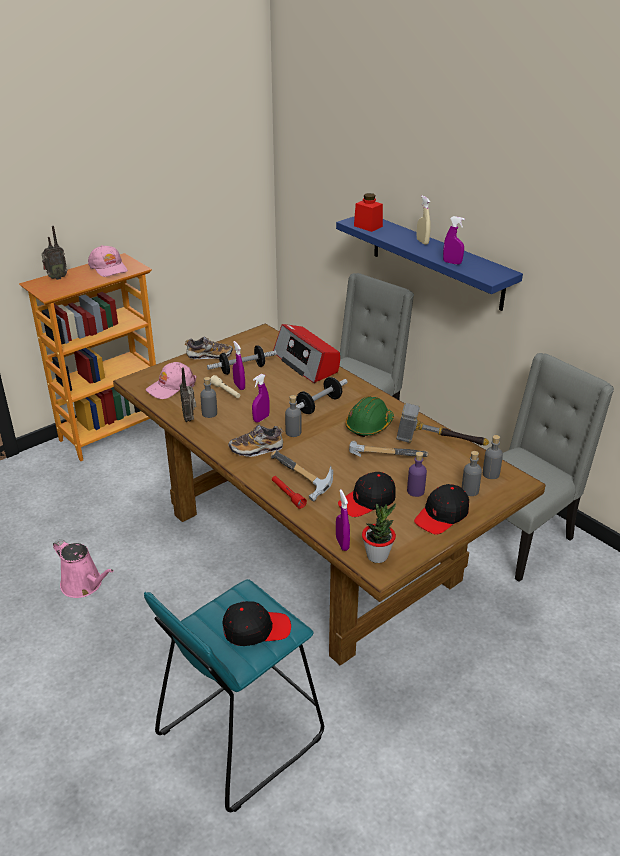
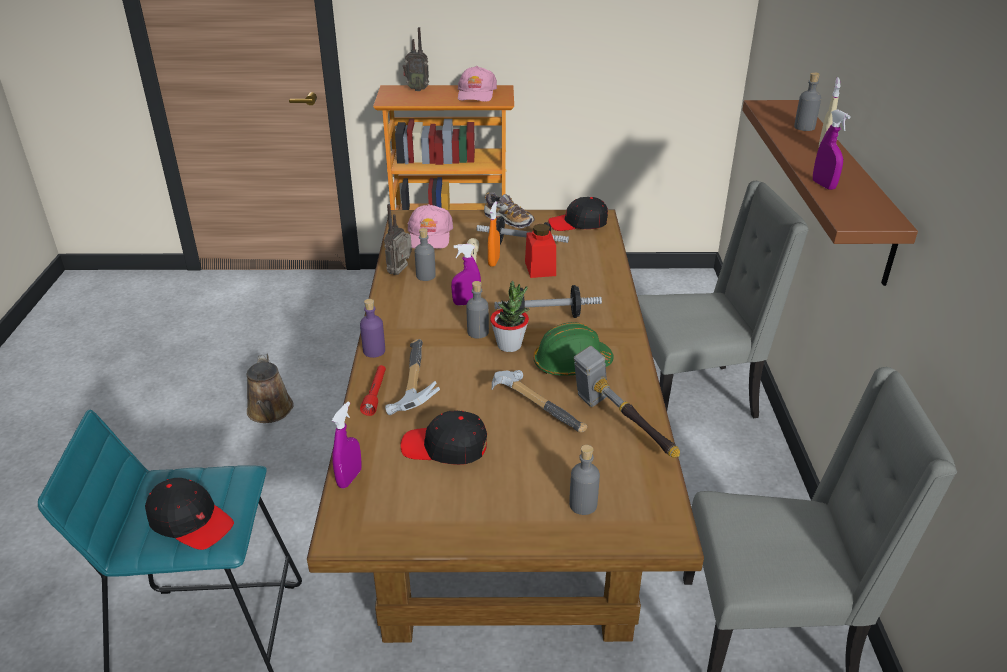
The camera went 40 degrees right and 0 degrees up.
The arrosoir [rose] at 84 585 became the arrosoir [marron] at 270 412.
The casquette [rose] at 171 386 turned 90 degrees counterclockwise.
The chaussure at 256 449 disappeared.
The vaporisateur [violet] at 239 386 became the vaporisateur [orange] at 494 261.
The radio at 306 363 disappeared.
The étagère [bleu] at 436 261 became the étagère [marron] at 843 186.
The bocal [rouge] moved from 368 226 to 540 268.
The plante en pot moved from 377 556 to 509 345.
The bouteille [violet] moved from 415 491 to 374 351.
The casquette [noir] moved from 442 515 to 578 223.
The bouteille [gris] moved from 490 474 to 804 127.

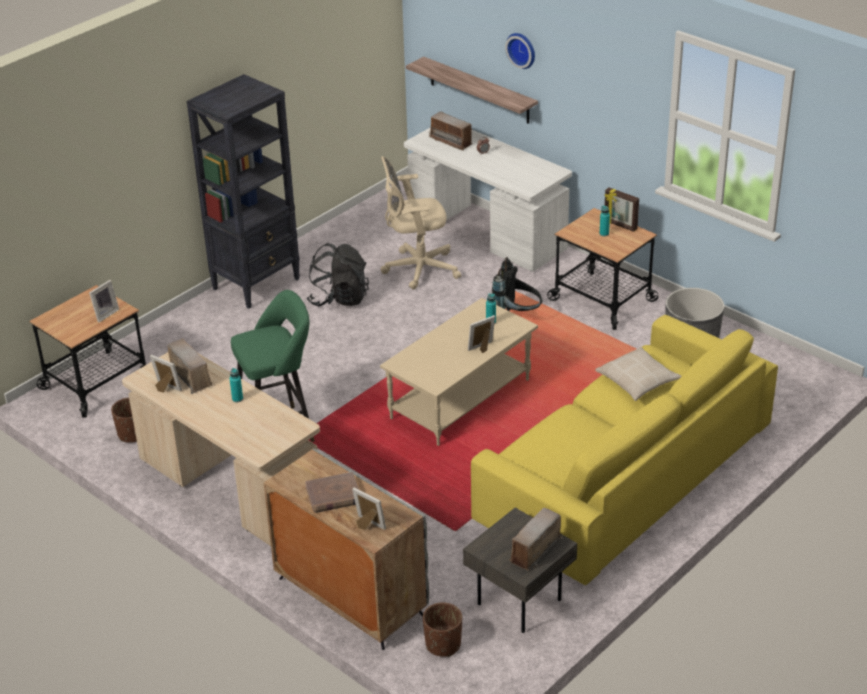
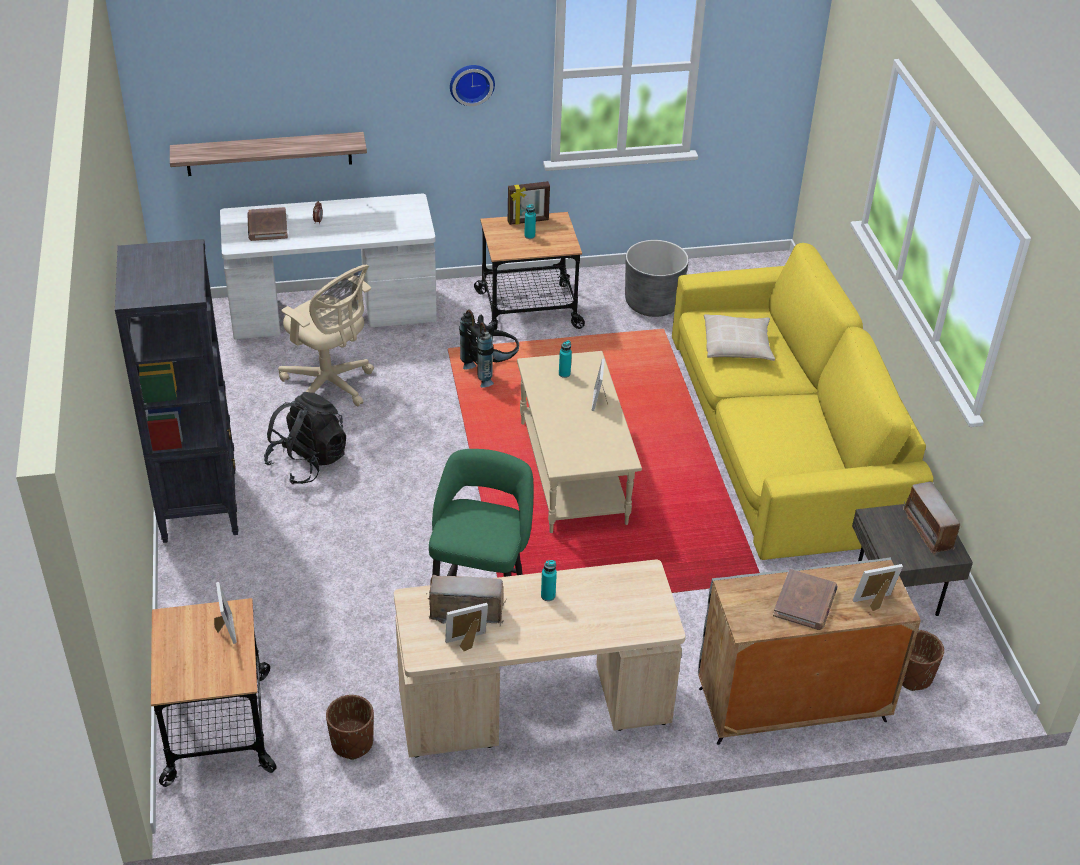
The camera went 55 degrees left and 5 degrees up.
The chaise de bureau [beige] at 417 269 turned 75 degrees counterclockwise.
The radio at 451 141 was replaced by the livre [marron] at 267 227.
The horloge murale moved from 522 49 to 471 83.

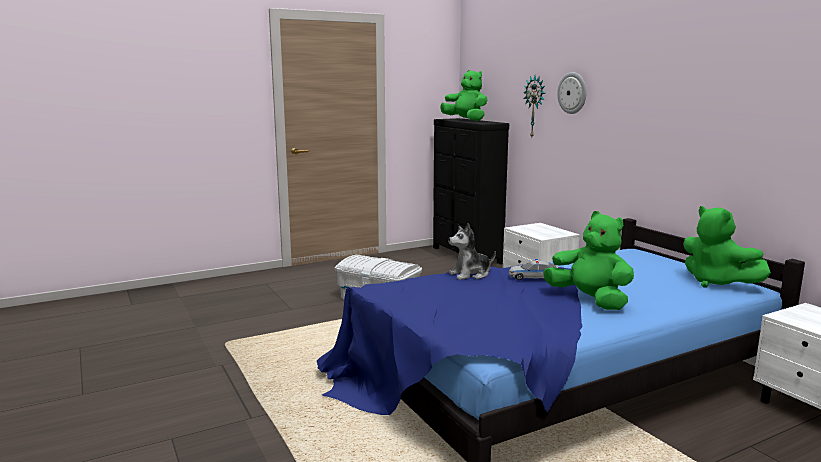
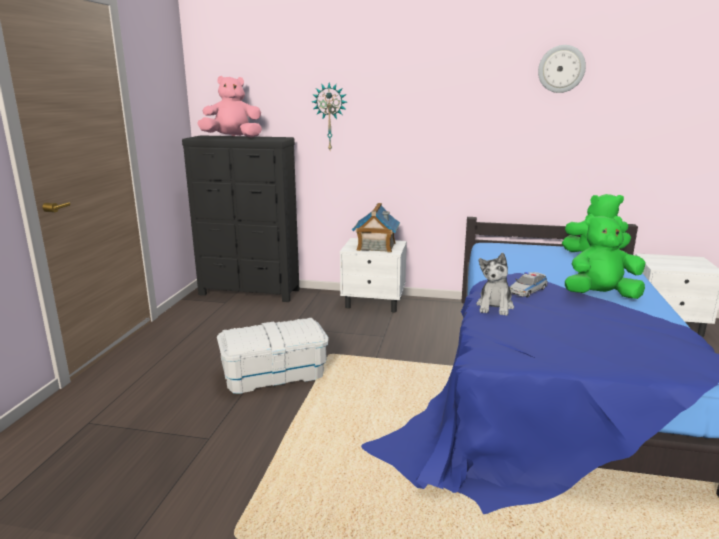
The camera went 50 degrees left and 5 degrees up.
The peluche [vert] at 466 120 became the peluche [rose] at 233 137.
The horloge murale moved from 572 93 to 561 69.
The maison miniature at 376 246 appeared.

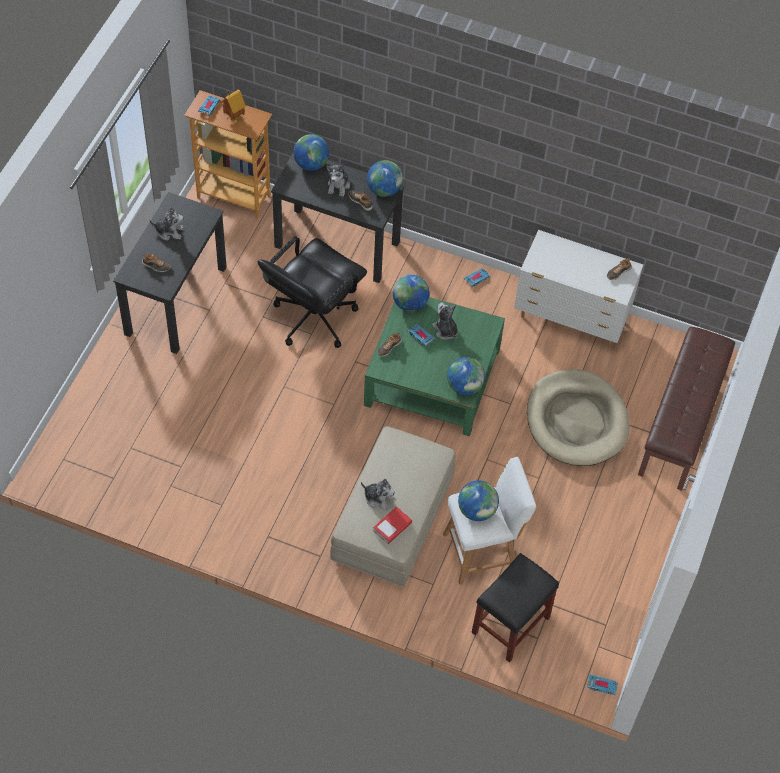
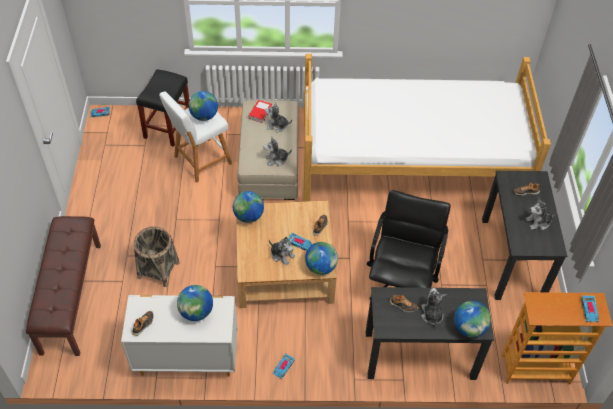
The camera went 160 degrees right and 5 degrees down.
The maison miniature at 233 117 disappeared.
The table basse [vert] at 432 377 became the table basse [beige] at 284 266.
The globe moved from 384 190 to 196 312.
The panier pour chien [beige] at 576 420 was replaced by the panier at 158 270.
The peluche at 277 159 appeared.
The lit at 411 164 appeared.

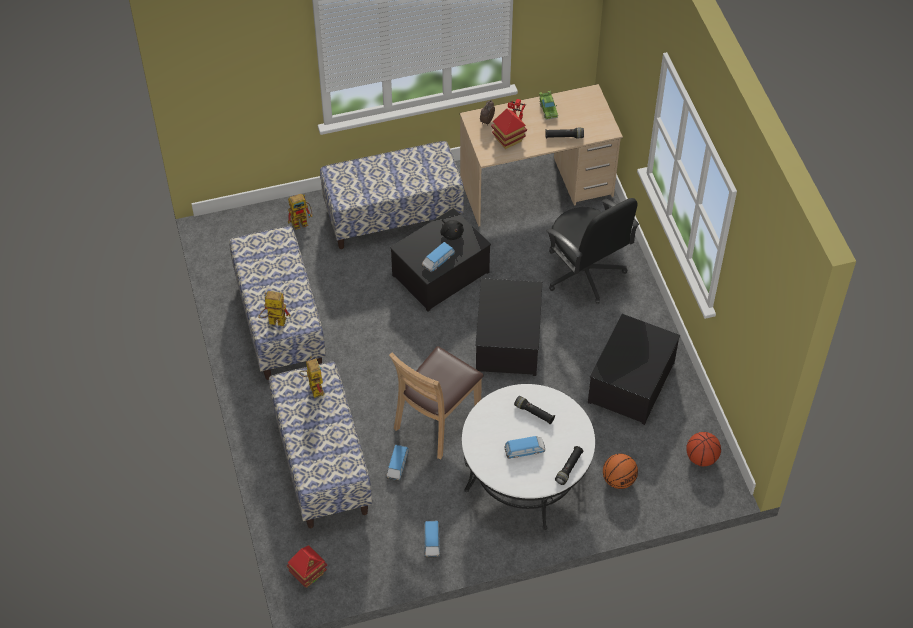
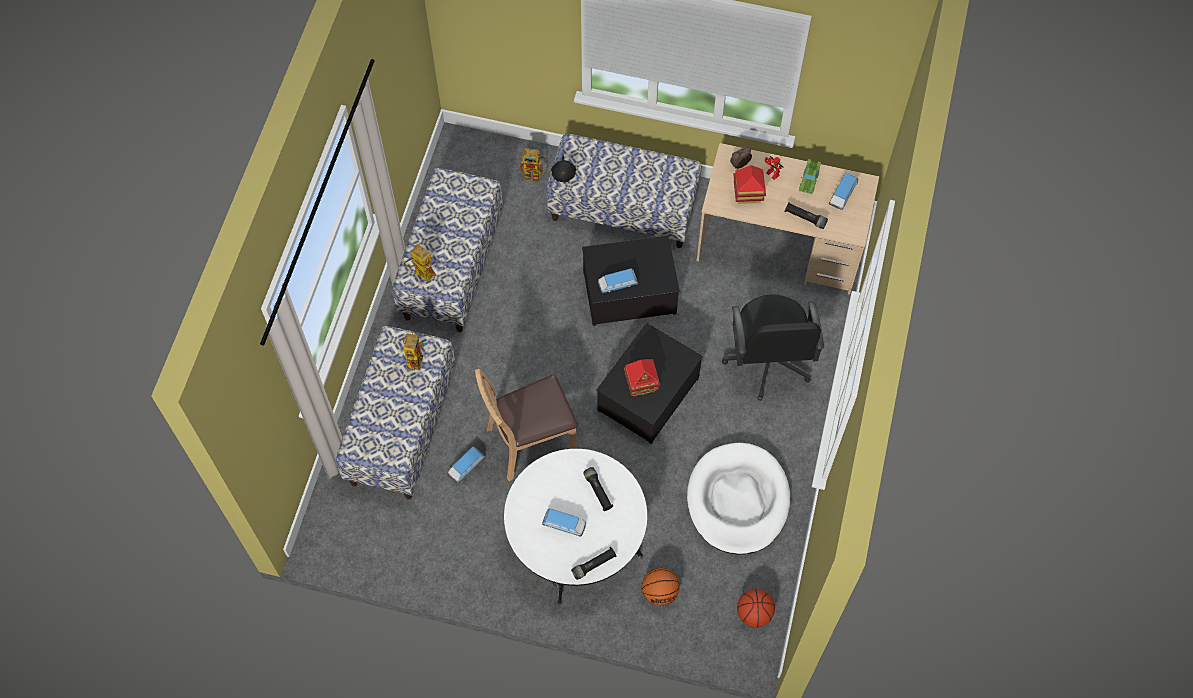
The camera went 30 degrees right and 10 degrees up.
The maison miniature moved from 308 574 to 641 385.
The petite voiture moved from 432 542 to 842 195.
The peluche [noir] moved from 451 233 to 563 174.
The boîte de rangement at 632 383 was replaced by the panier pour chien [blanc] at 737 500.

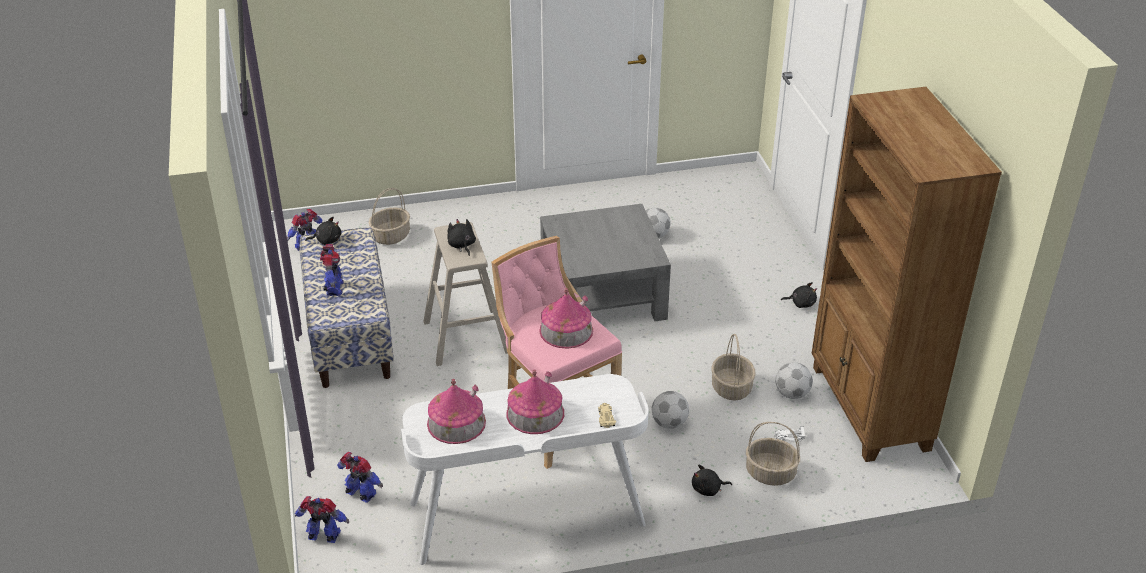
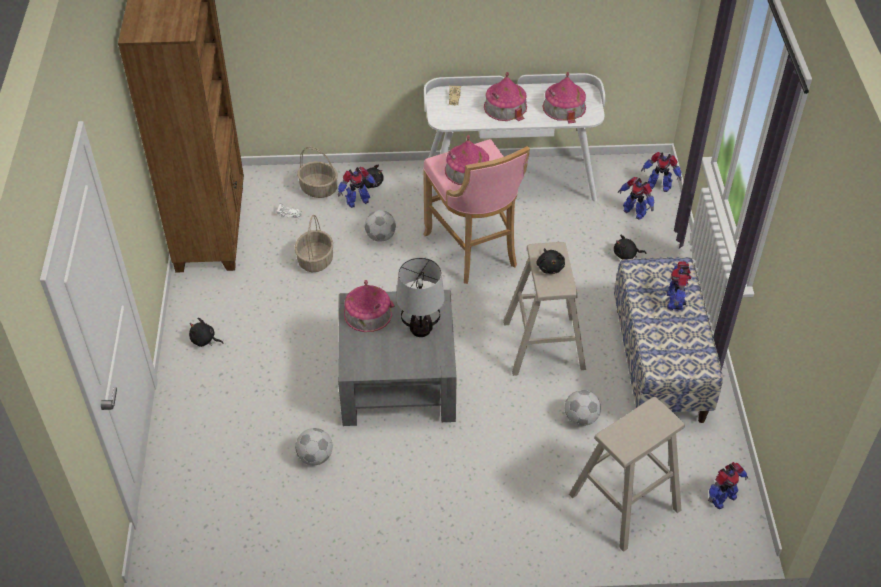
The camera went 170 degrees left and 10 degrees up.
The peluche [noir] moved from 327 240 to 626 255.
The panier at 391 236 was replaced by the tabouret [beige] at 624 502.
The ballon de foot moved from 791 394 to 581 418.
The robot jouet at 357 201 appeared.
The maison miniature at 368 313 appeared.
The lampe de table at 421 330 appeared.

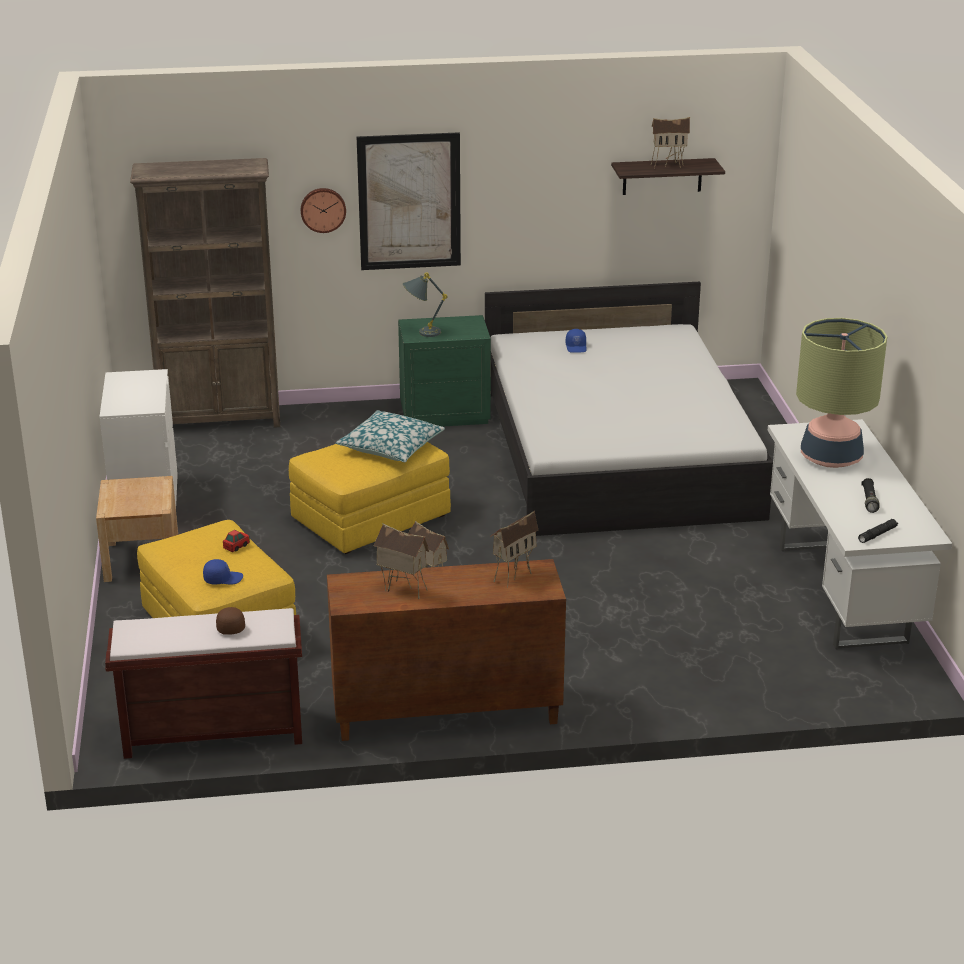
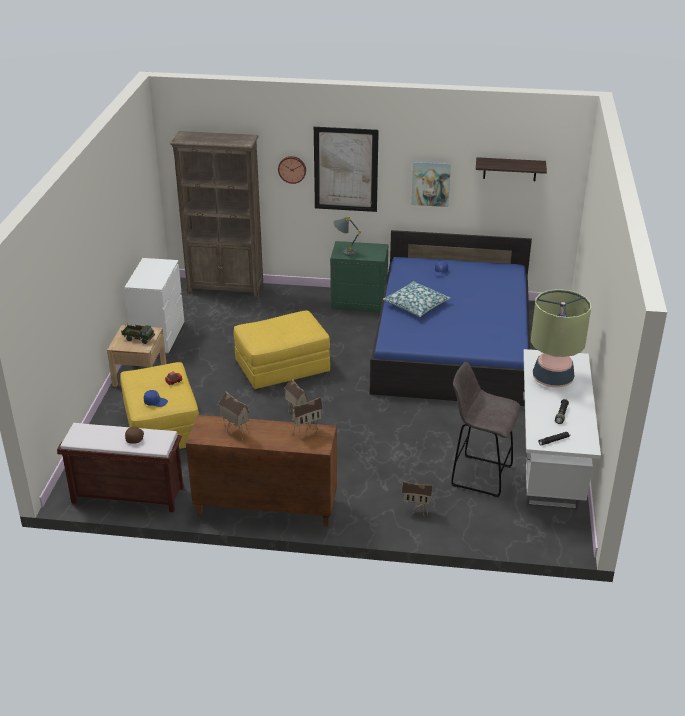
The camera went 15 degrees right and 5 degrees up.
The coussin moved from 391 447 to 416 305.
The lit [blanc] at 616 453 became the lit [bleu] at 452 344.
The maison miniature moved from 668 165 to 416 511.
The camion jouet at 138 339 appeared.
The tableau at 431 183 appeared.
The tabouret [gris] at 479 475 appeared.

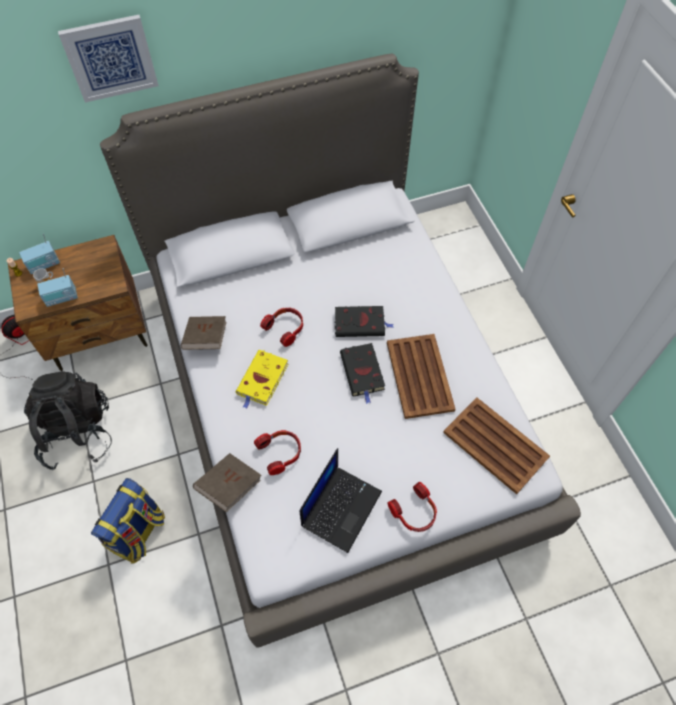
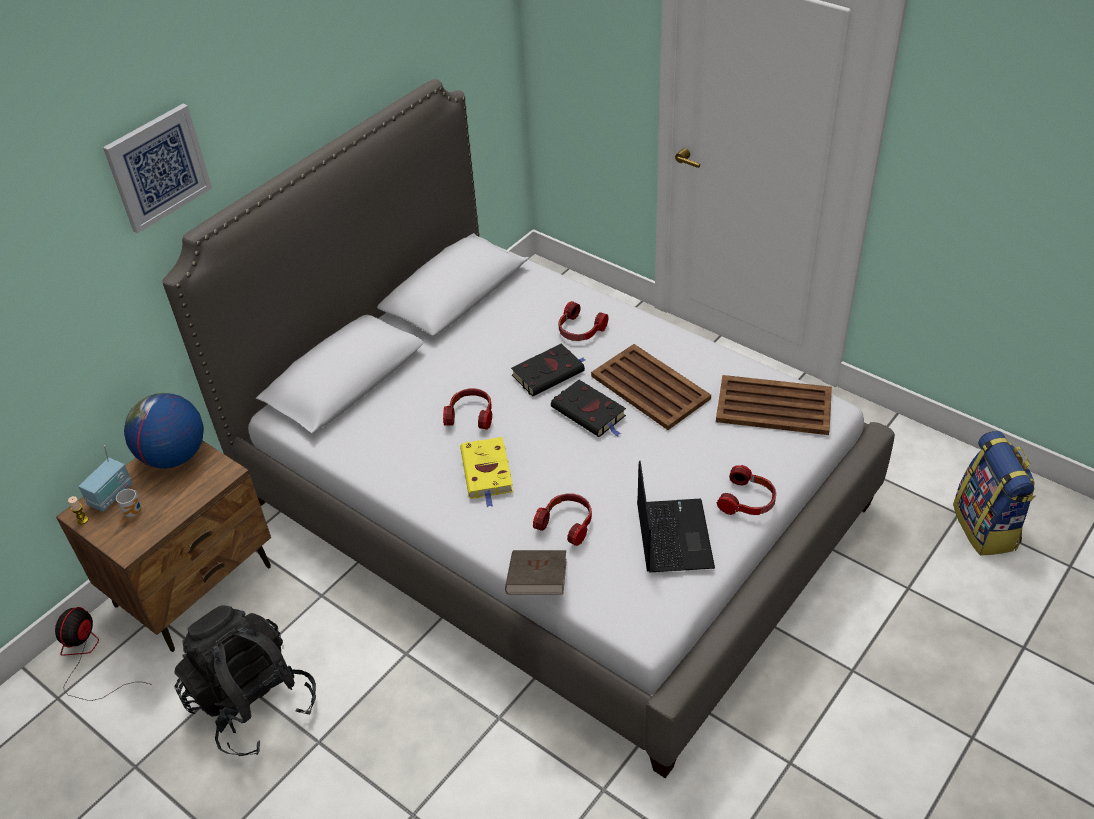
The camera went 30 degrees left and 15 degrees down.
The radio at 62 298 disappeared.
The sac à dos moved from 138 533 to 986 527.
The livre [marron] at 206 339 disappeared.
The globe at 174 456 appeared.
The casque audio at 580 330 appeared.

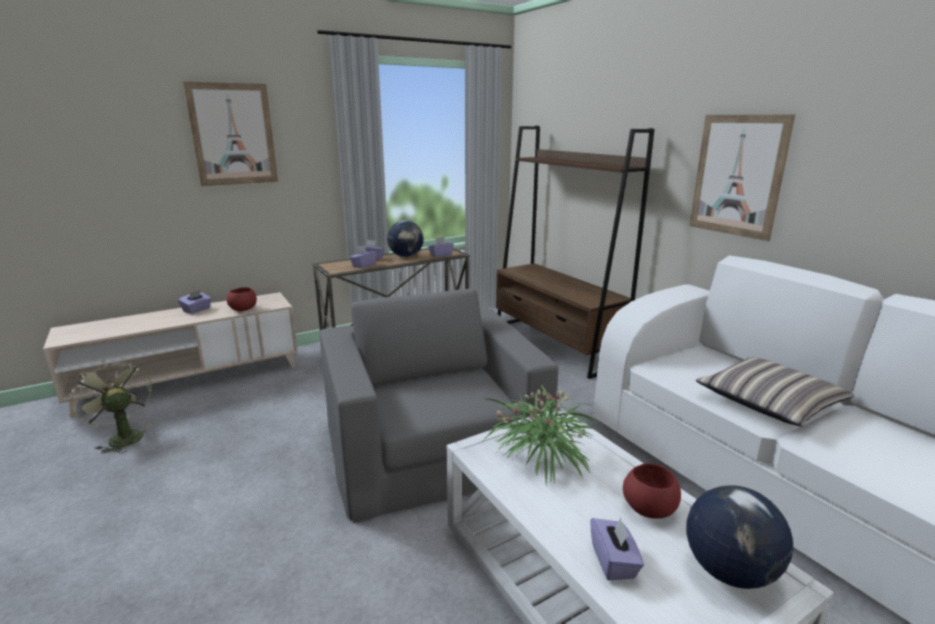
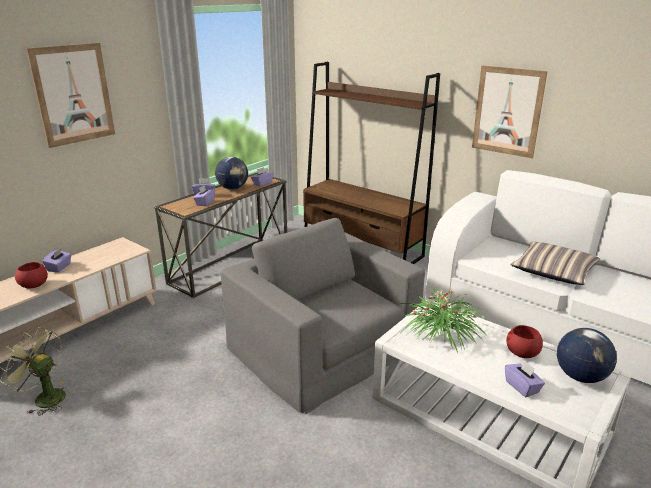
The camera went 20 degrees left and 5 degrees up.
The bol [rouge] moved from 243 309 to 34 285.

